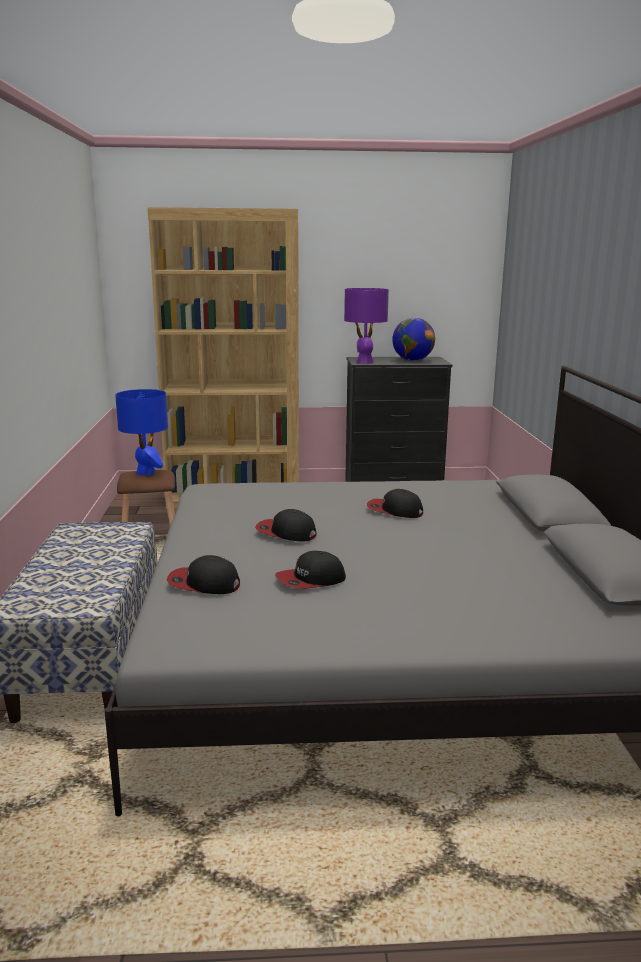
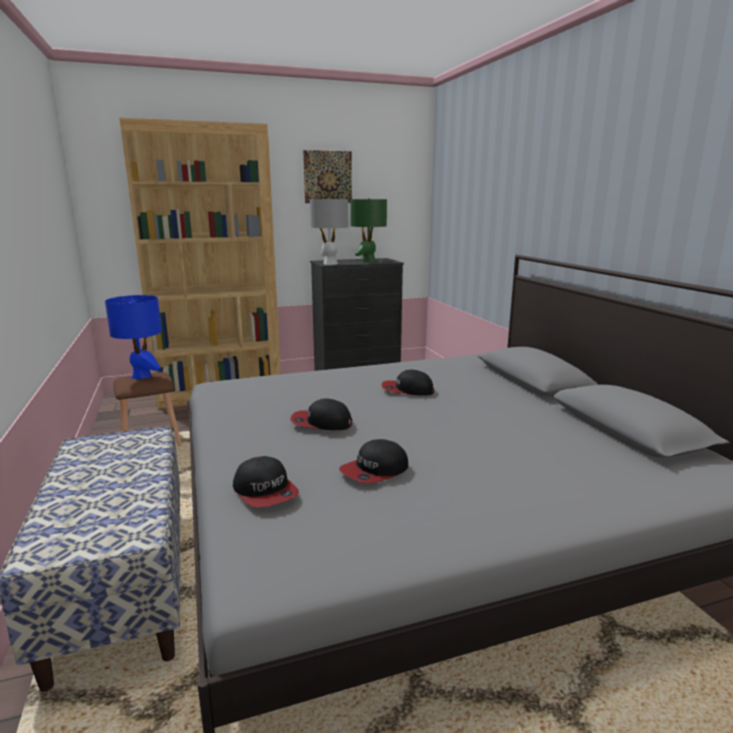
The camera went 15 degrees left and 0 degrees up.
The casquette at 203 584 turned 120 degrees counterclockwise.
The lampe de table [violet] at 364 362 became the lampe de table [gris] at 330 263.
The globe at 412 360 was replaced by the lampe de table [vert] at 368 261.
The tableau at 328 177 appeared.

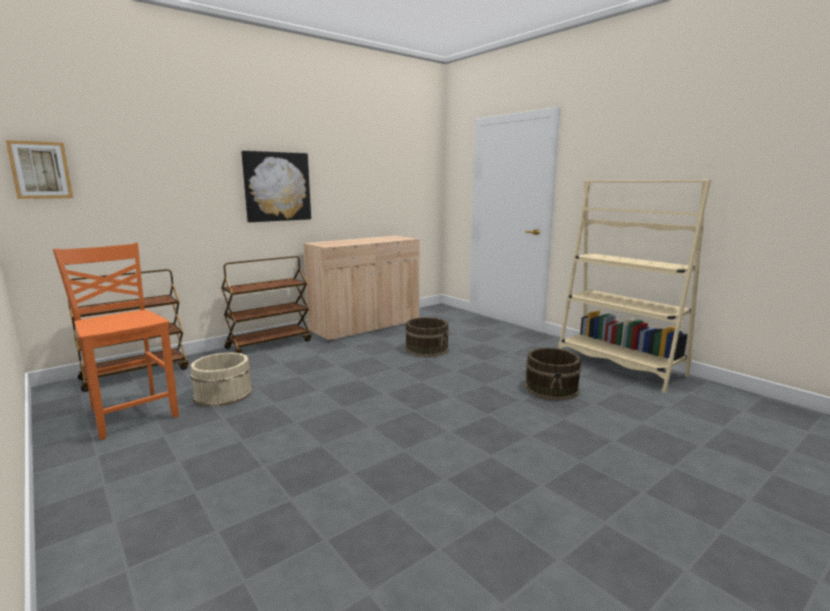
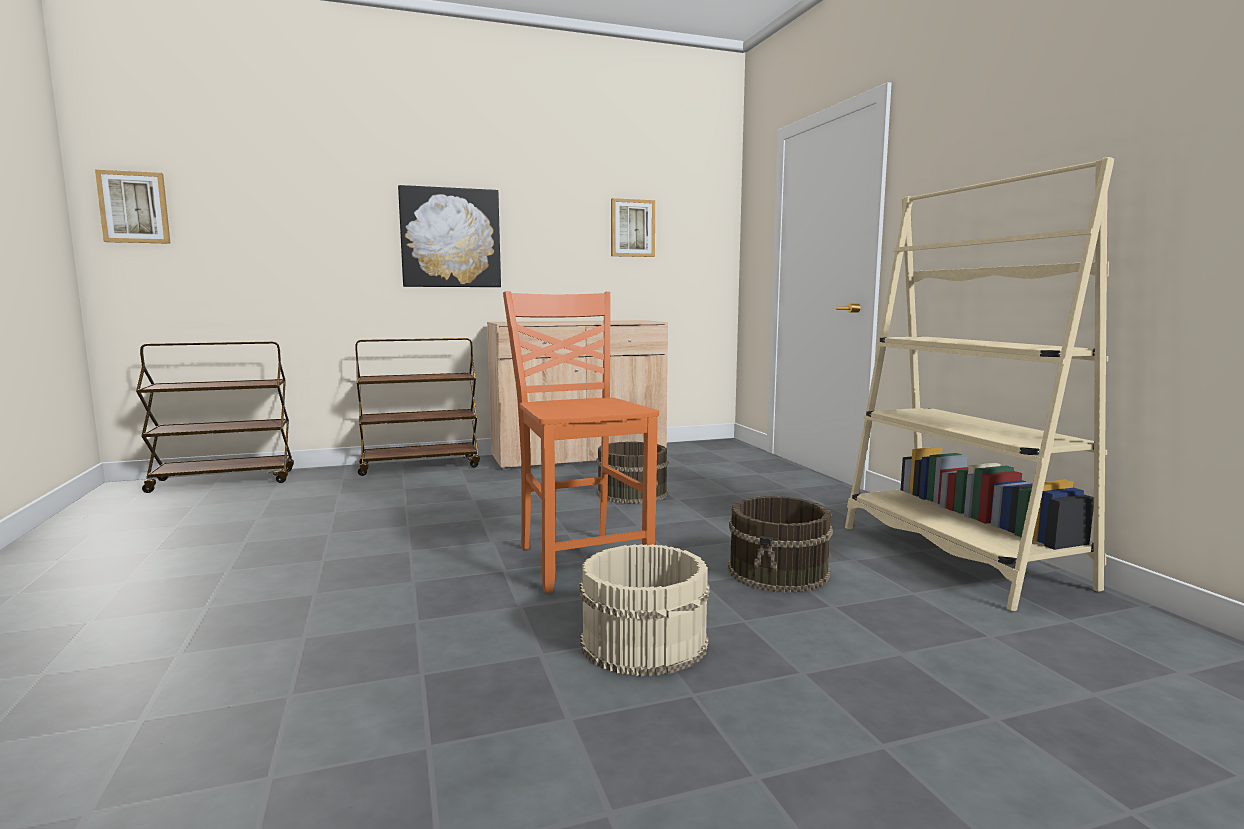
The camera went 20 degrees right and 5 degrees down.
The chaise [orange] moved from 132 413 to 581 560.
The seau [beige] moved from 223 394 to 643 641.
The tableau at 632 228 appeared.

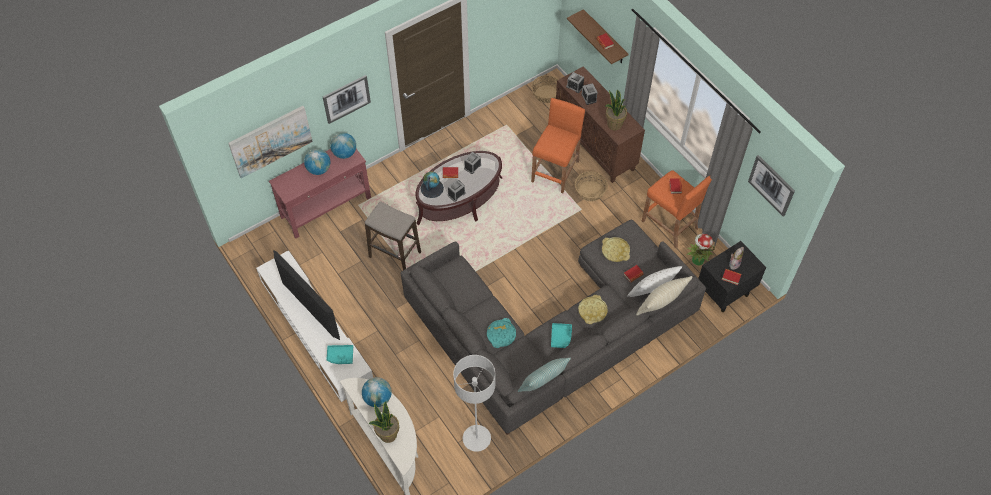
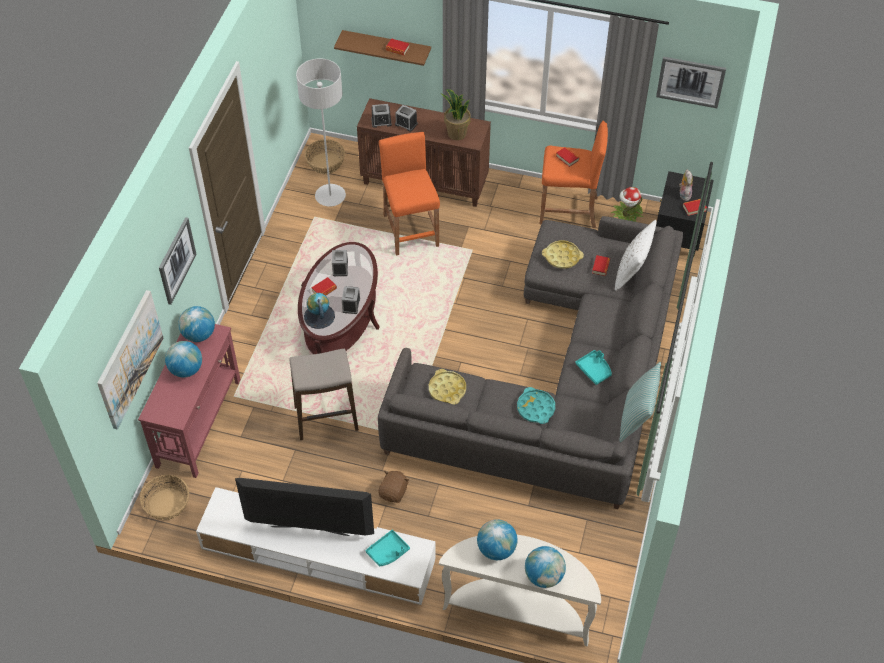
The camera went 40 degrees left and 5 degrees down.
The plante en pot at 387 434 was replaced by the globe at 544 576.
The lampadaire [gris] moved from 476 438 to 330 196.
The panier moved from 590 191 to 167 504.
The plateau [jaune] moved from 592 311 to 447 389.
The coussin [beige] at 661 302 disappeared.
The peluche [marron] at 394 492 appeared.

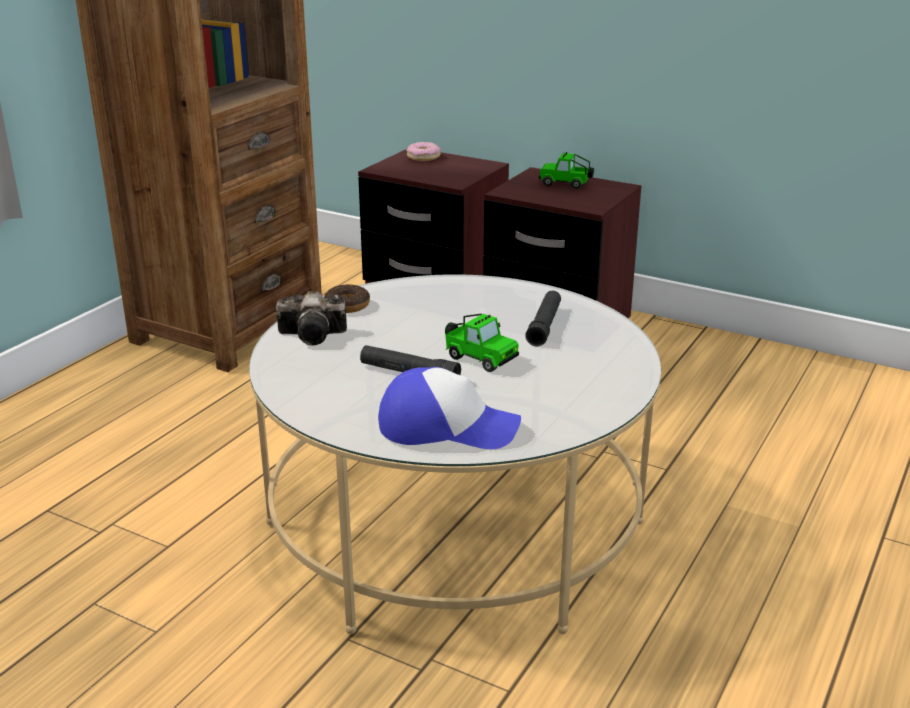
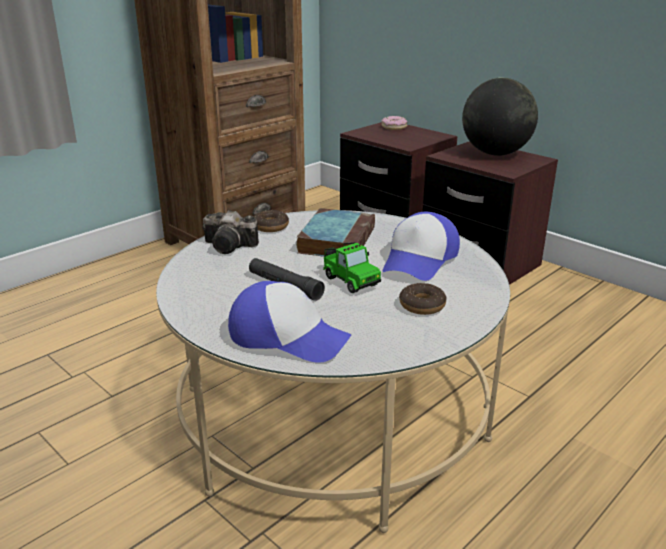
The camera went 15 degrees right and 0 degrees up.
The lampe de poche [noir] at 544 326 was replaced by the casquette at 420 260.
The petite voiture at 566 184 was replaced by the globe at 495 154.
The livre at 336 239 appeared.
The beignet at 422 305 appeared.

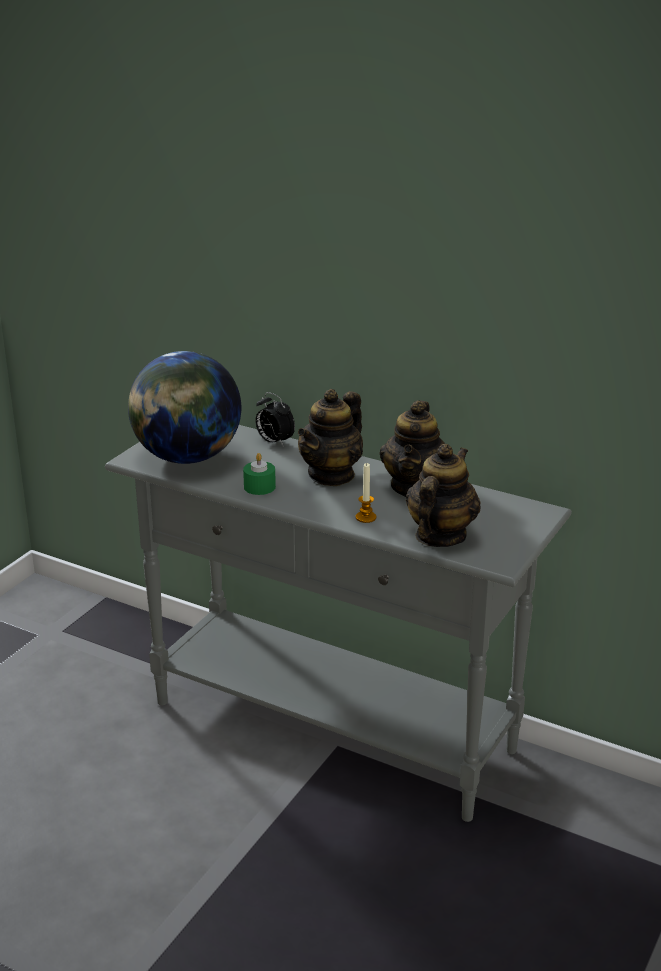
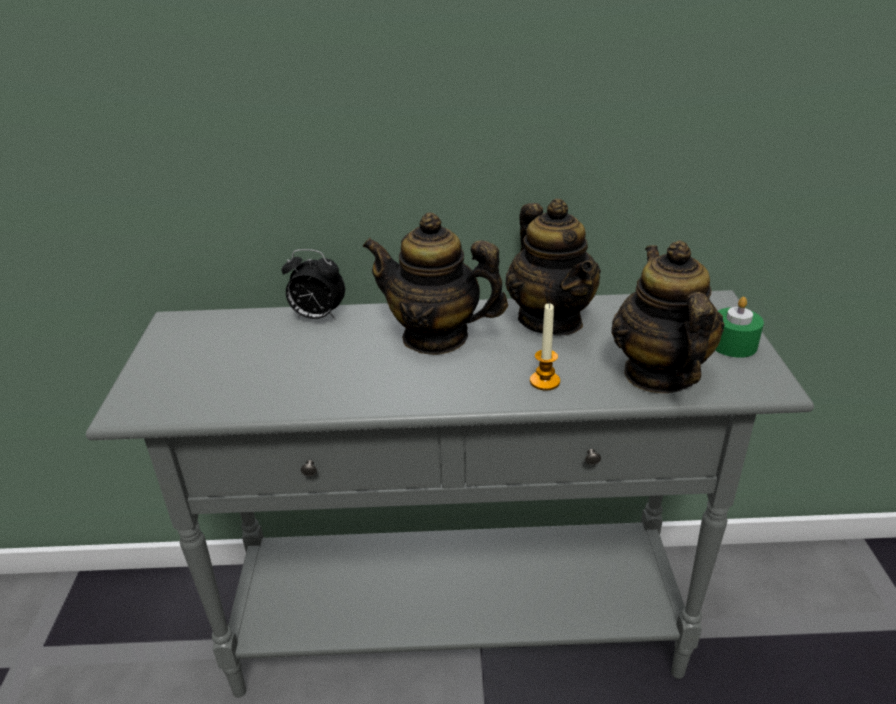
The camera went 30 degrees left and 5 degrees up.
The globe at 187 457 disappeared.
The bougie [vert] moved from 259 487 to 733 344.
The théière at 331 475 turned 105 degrees clockwise.

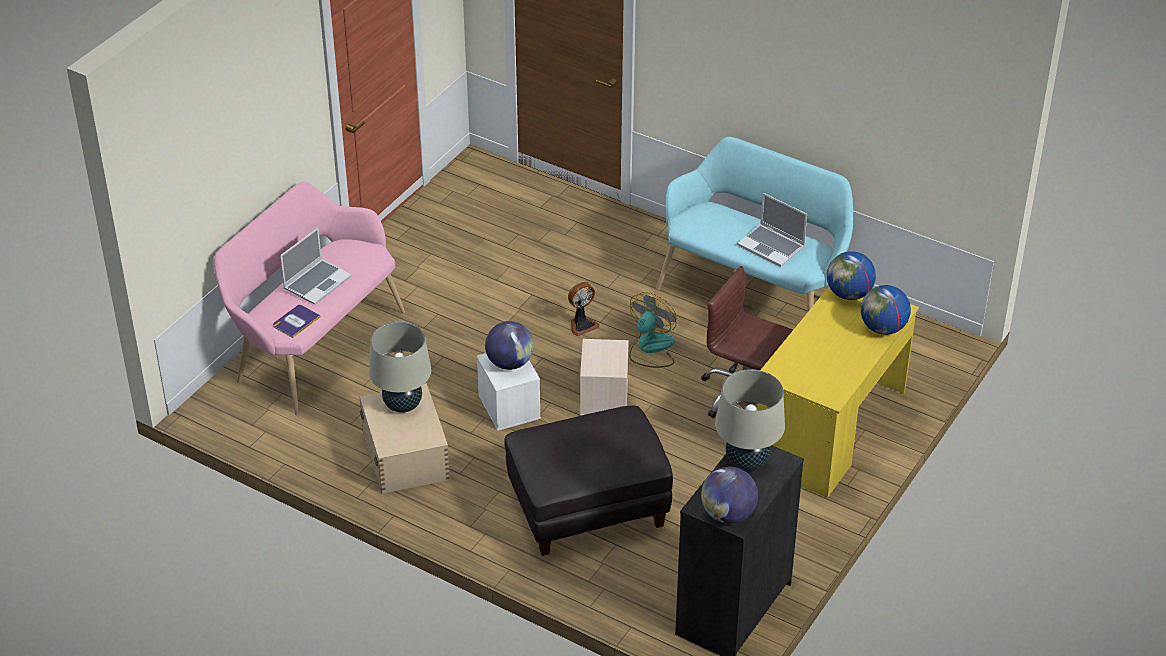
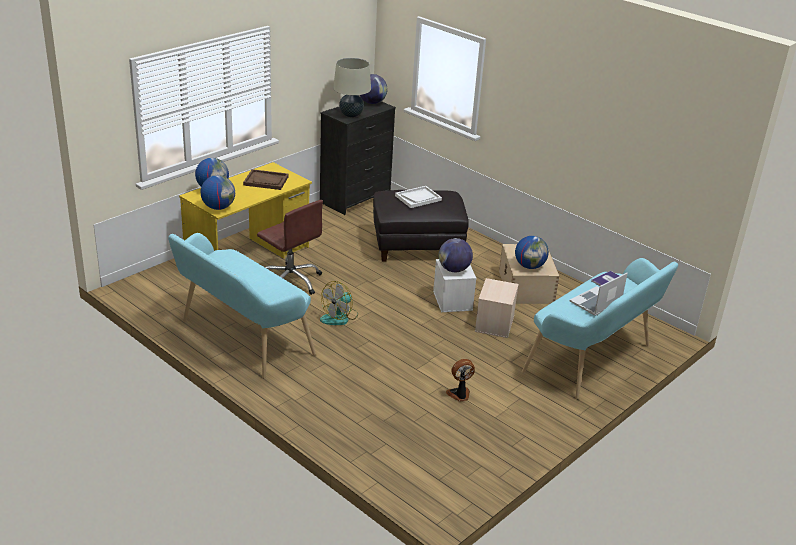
The camera went 170 degrees left and 10 degrees down.
The banc [rose] at 314 346 became the banc [turquoise] at 593 361.
The lampe de table [beige] at 403 405 was replaced by the globe at 529 266.
The ventilateur moved from 582 325 to 459 395.
The boîte de rangement [beige] moved from 603 397 to 495 324.
The ordinateur portable at 772 246 disappeared.
The plateau [marron] at 266 181 appeared.
The plateau [blanc] at 418 198 appeared.

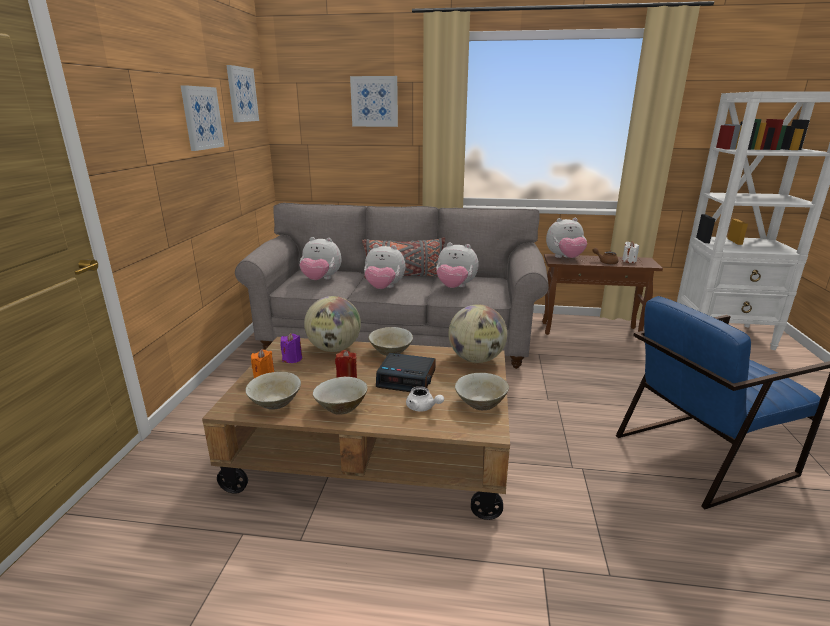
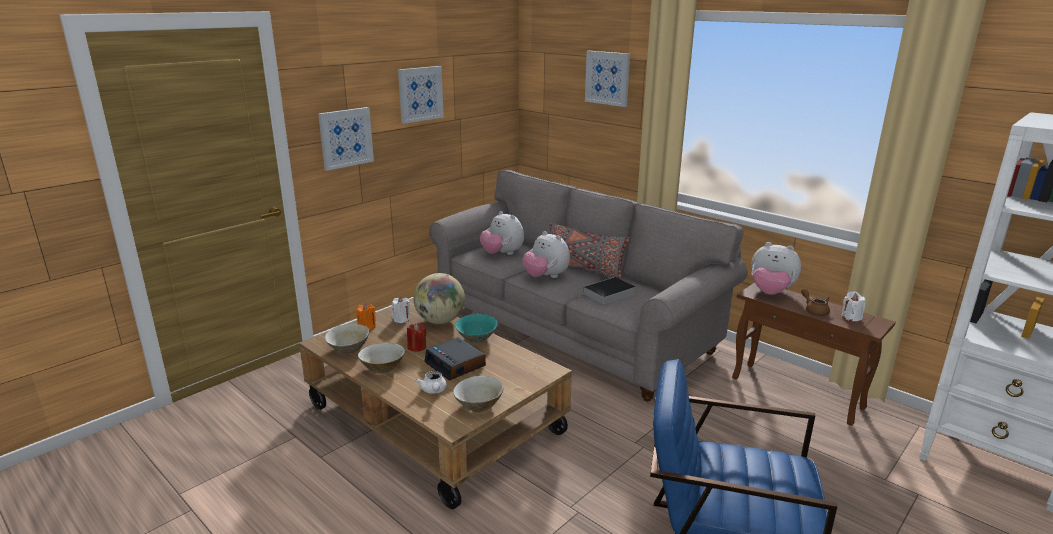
The camera went 35 degrees right and 0 degrees up.
The tableau moved from 242 94 to 346 138.
The bougie [violet] at 292 359 became the bougie [blanc] at 401 319.
The bol [beige] at 391 352 became the bol [turquoise] at 476 338.
The peluche at 455 287 was replaced by the livre at 608 294.
The globe at 476 359 disappeared.

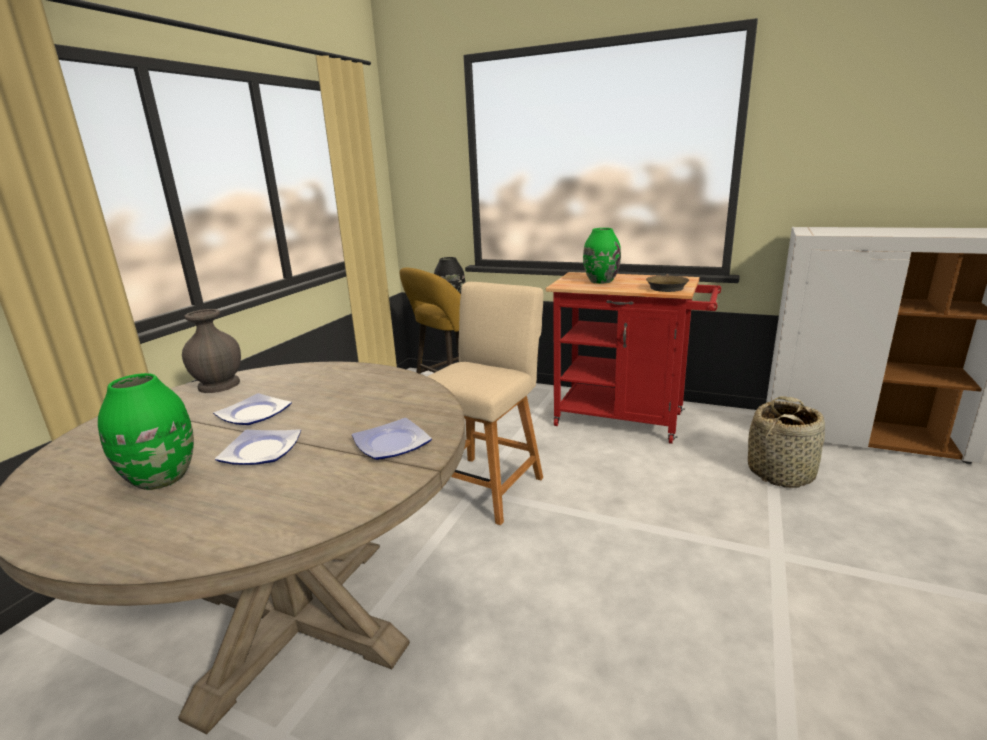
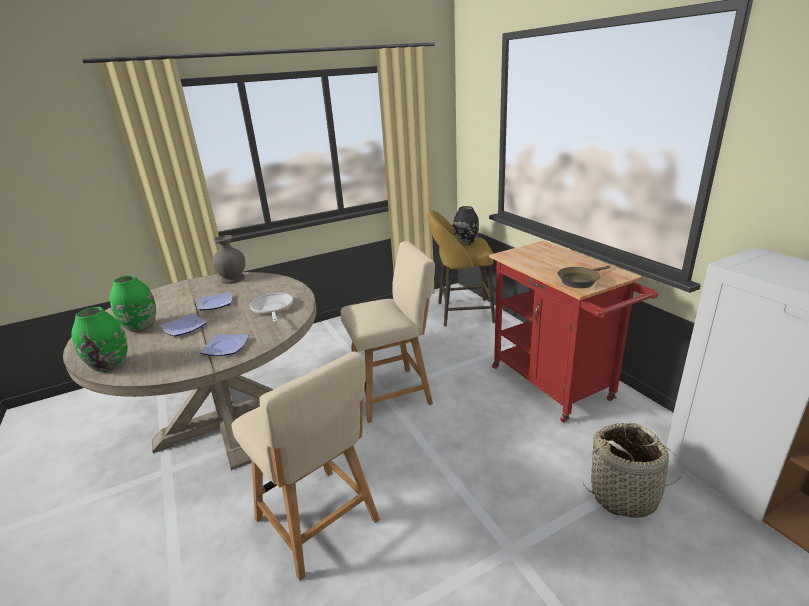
The camera went 40 degrees right and 5 degrees up.
The vase [vert] moved from 600 281 to 110 365.
The chaise [beige] at 320 523 appeared.
The poêle at 272 309 appeared.

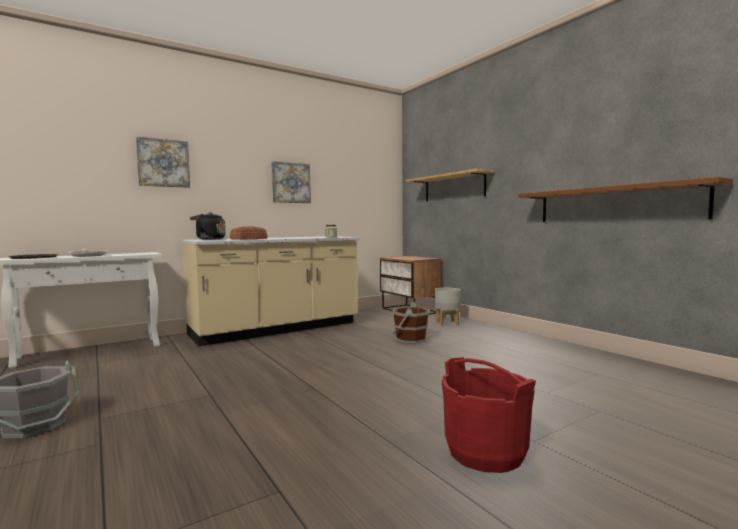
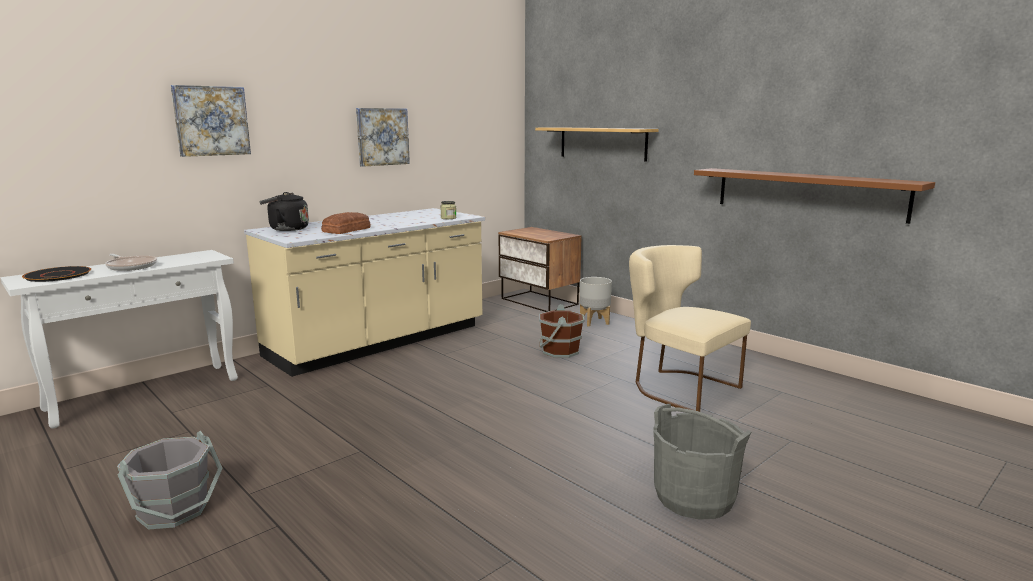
The camera went 10 degrees left and 10 degrees up.
The seau [rouge] at 485 452 became the seau [gris] at 694 498.
The chaise [beige] at 678 387 appeared.

